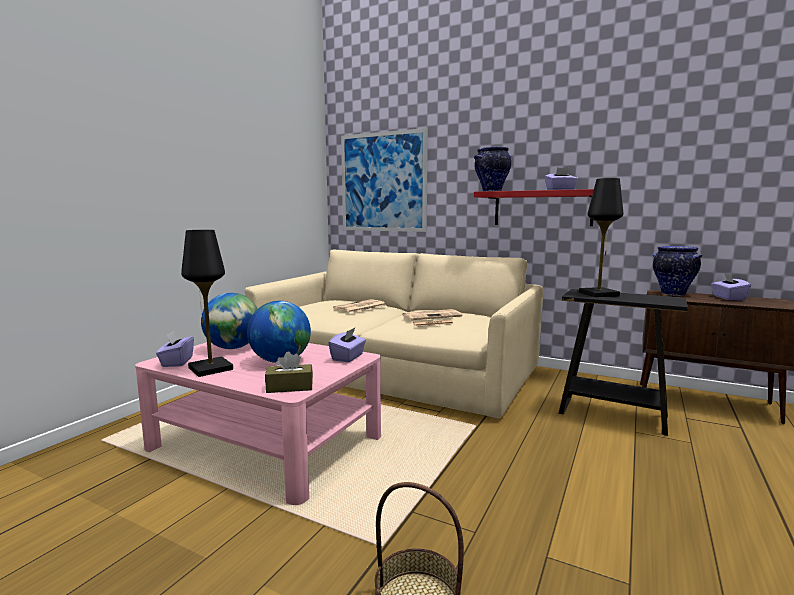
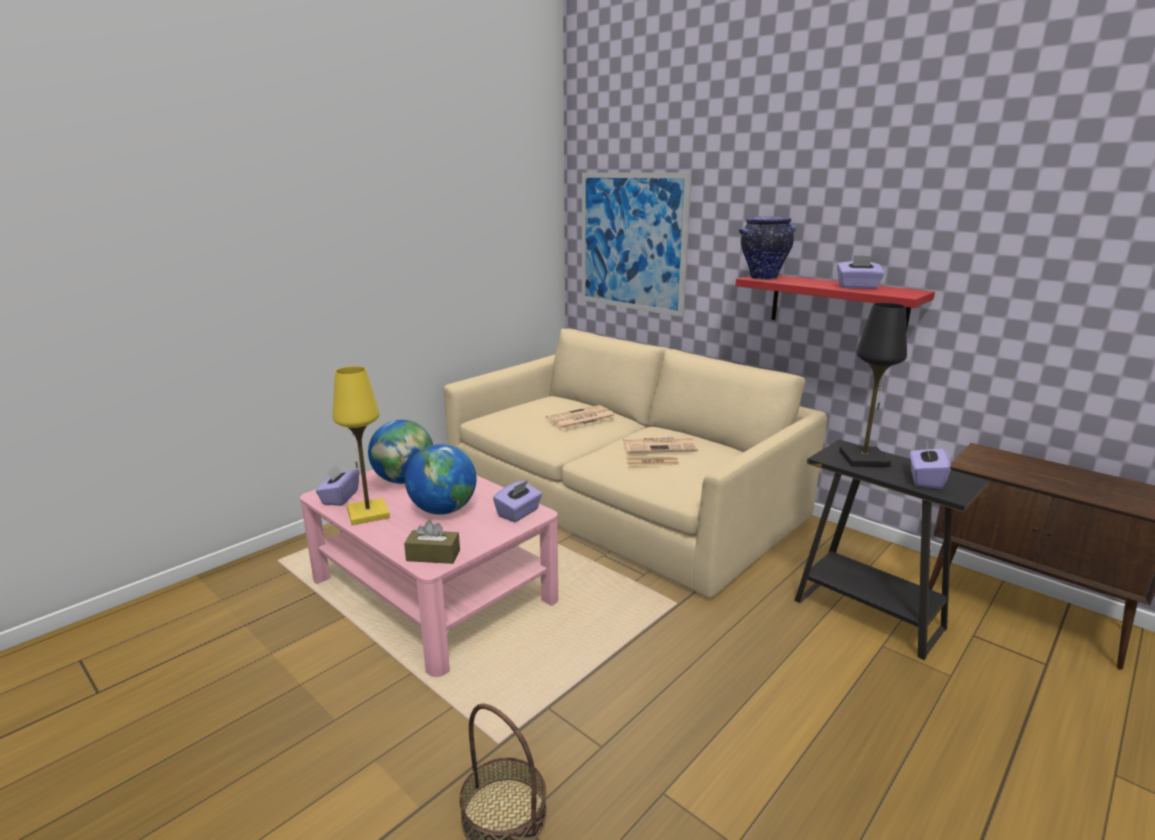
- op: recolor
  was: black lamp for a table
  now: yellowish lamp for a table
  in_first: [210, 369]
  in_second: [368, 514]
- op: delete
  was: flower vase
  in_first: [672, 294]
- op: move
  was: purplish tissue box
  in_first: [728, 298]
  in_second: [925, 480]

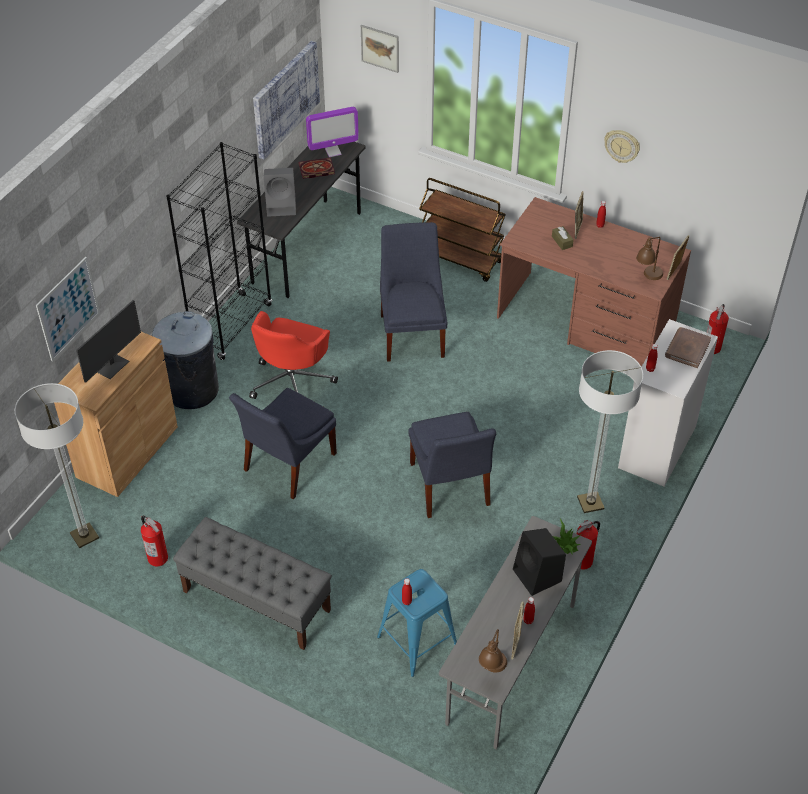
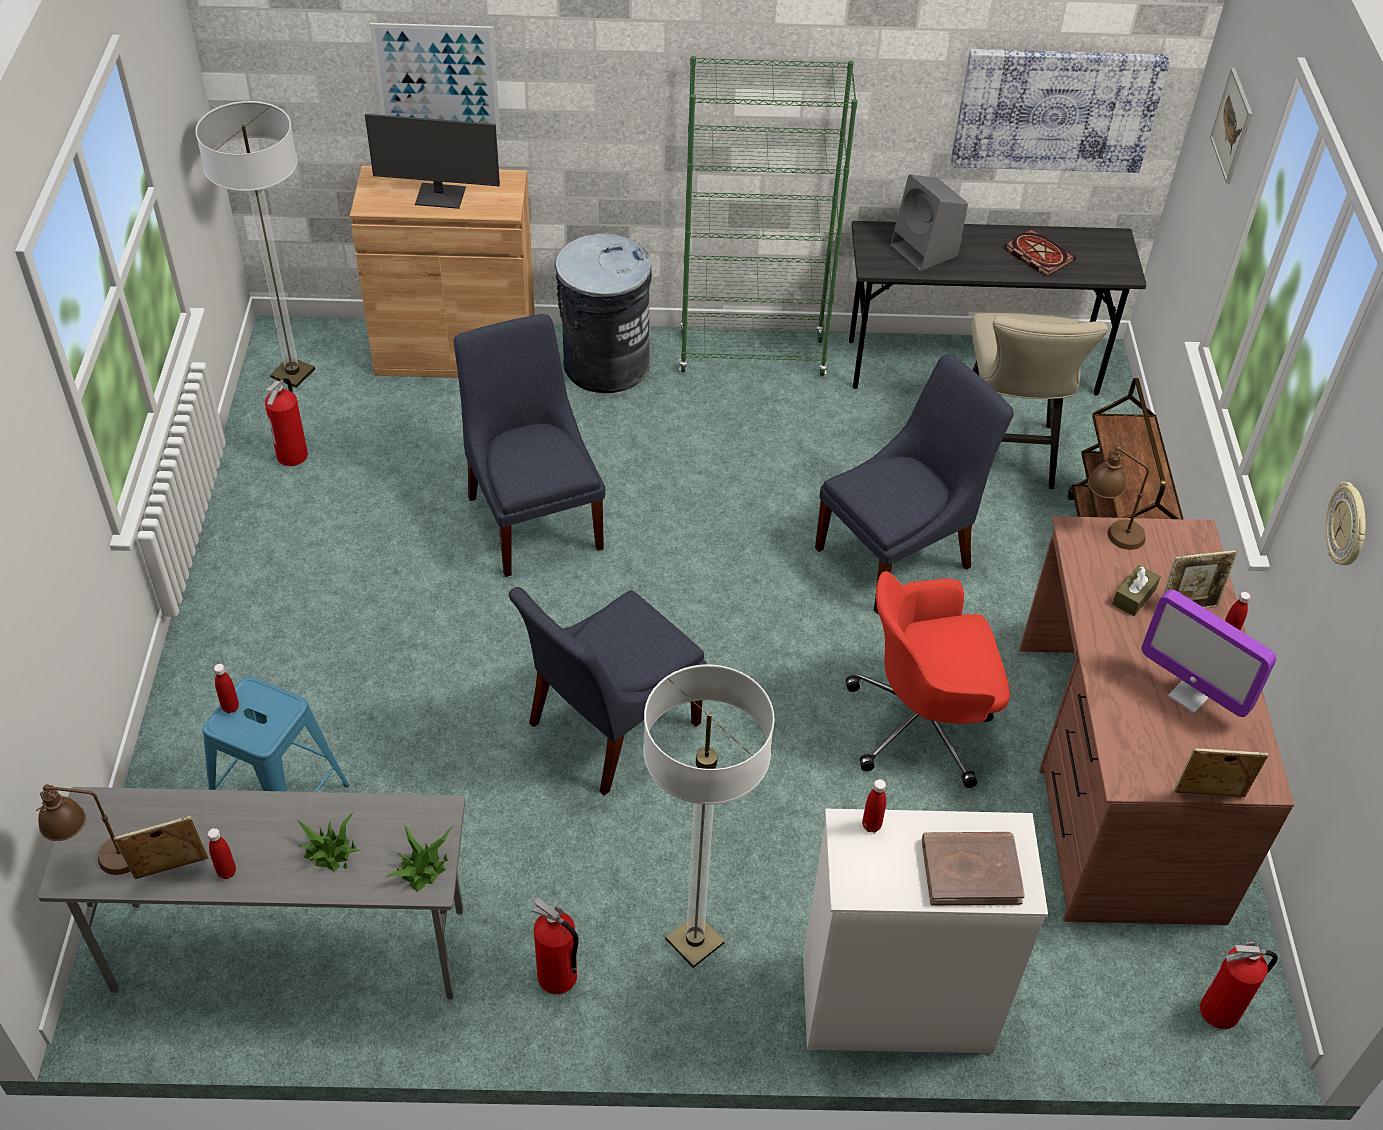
- op: recolor
  was: black bookcase
  now: green bookcase
  in_first: [232, 326]
  in_second: [752, 355]
- op: delete
  was: gray long seat
  in_first: [256, 600]
- op: rotate
  was: blue-coloured plain chair
  in_first: [287, 464]
  in_second: [534, 517]
  clockwise: 60
- op: move
  was: red-coloured computer chair
  in_first: [292, 381]
  in_second: [923, 724]
- op: move
  was: computer screen
  in_first: [333, 151]
  in_second: [1190, 695]
- op: replace
  was: black audio speaker
  now: potted plant
  in_first: [538, 576]
  in_second: [331, 852]
- op: move
  was: brown lamp for a table
  in_first: [647, 277]
  in_second: [1109, 531]
- op: insert
  now: beige-coloured stool seat
  in_second: [1004, 460]

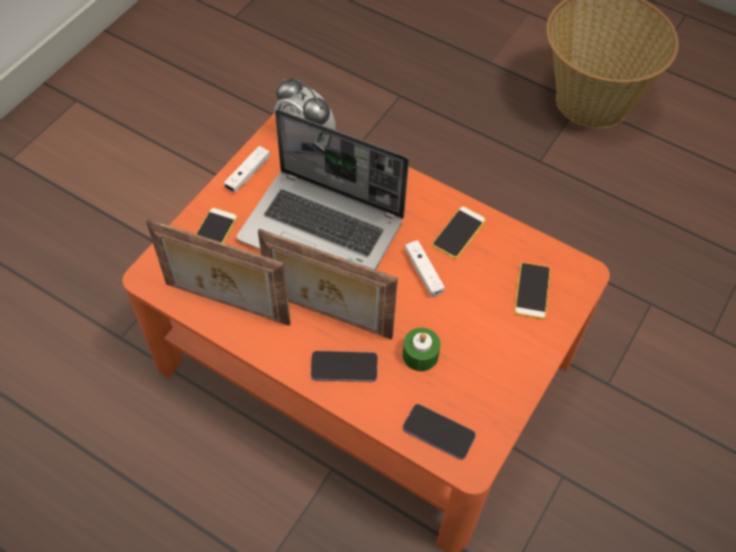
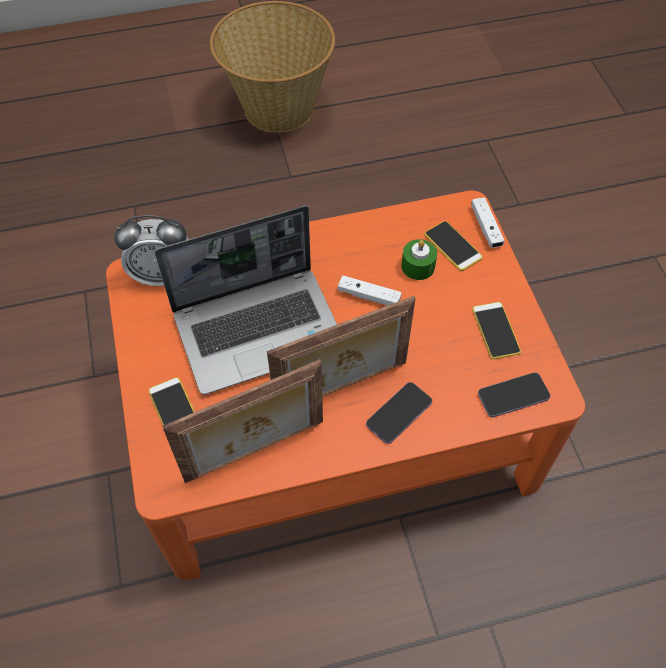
- op: move
  was: whitish gamepad
  in_first: [248, 174]
  in_second: [486, 227]
- op: move
  was: green candle
  in_first: [420, 355]
  in_second: [418, 266]
- op: move
  was: phone
  in_first: [458, 232]
  in_second: [495, 330]

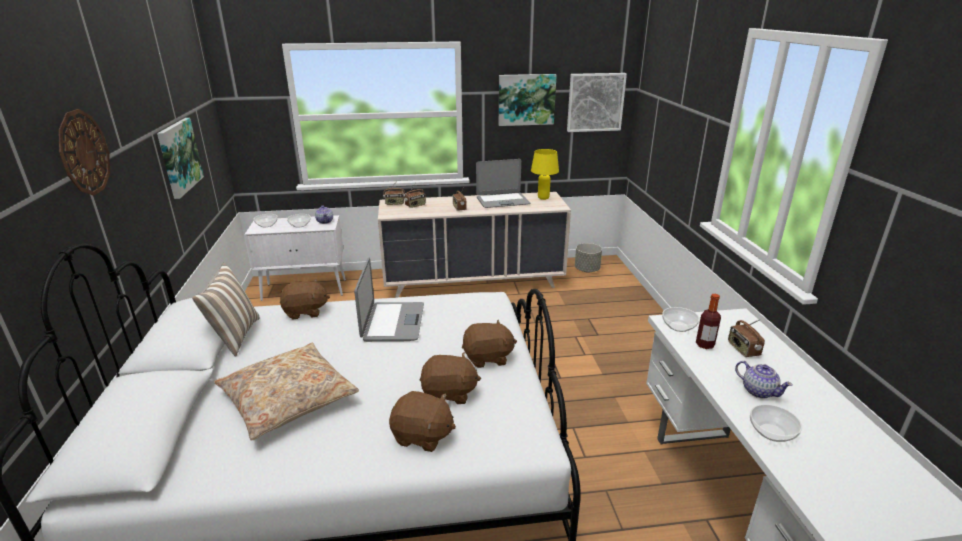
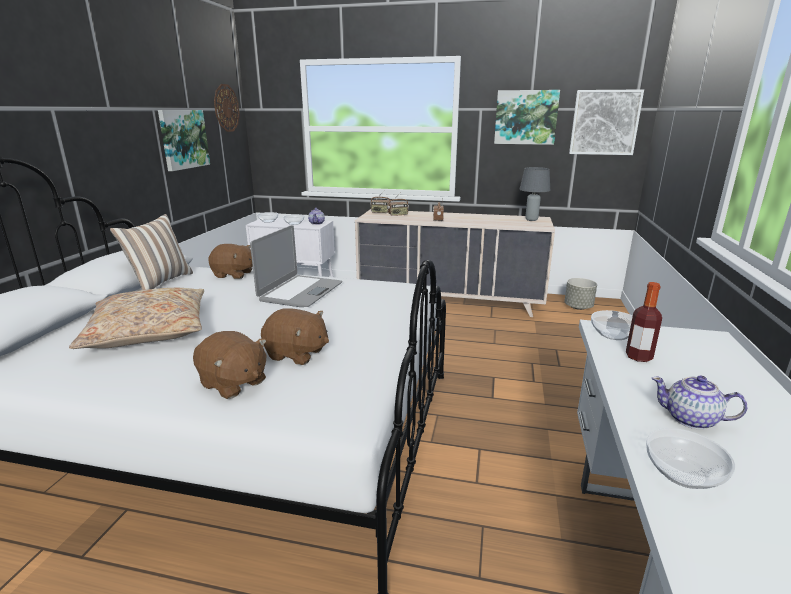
- op: move
  was: wall clock
  in_first: [84, 152]
  in_second: [226, 108]
- op: delete
  was: brown soft toy
  in_first: [488, 358]
- op: delete
  was: laptop
  in_first: [502, 201]
- op: recolor
  was: yellowish lamp for a table
  now: gray lamp for a table
  in_first: [543, 198]
  in_second: [531, 220]
- op: delete
  was: radio receiver
  in_first: [742, 349]
- op: rotate
  was: tea pot
  in_first: [758, 391]
  in_second: [691, 419]
  clockwise: 135

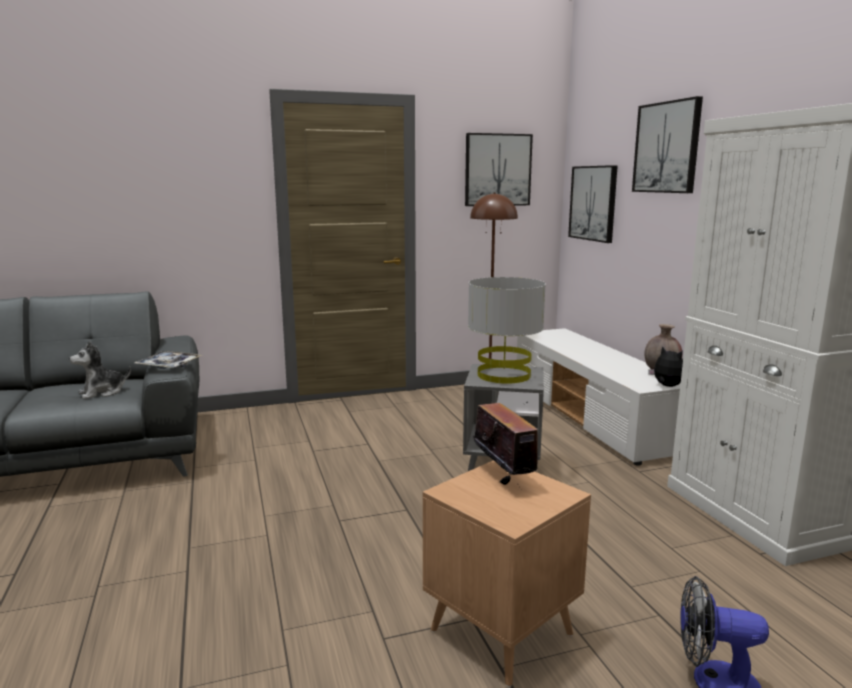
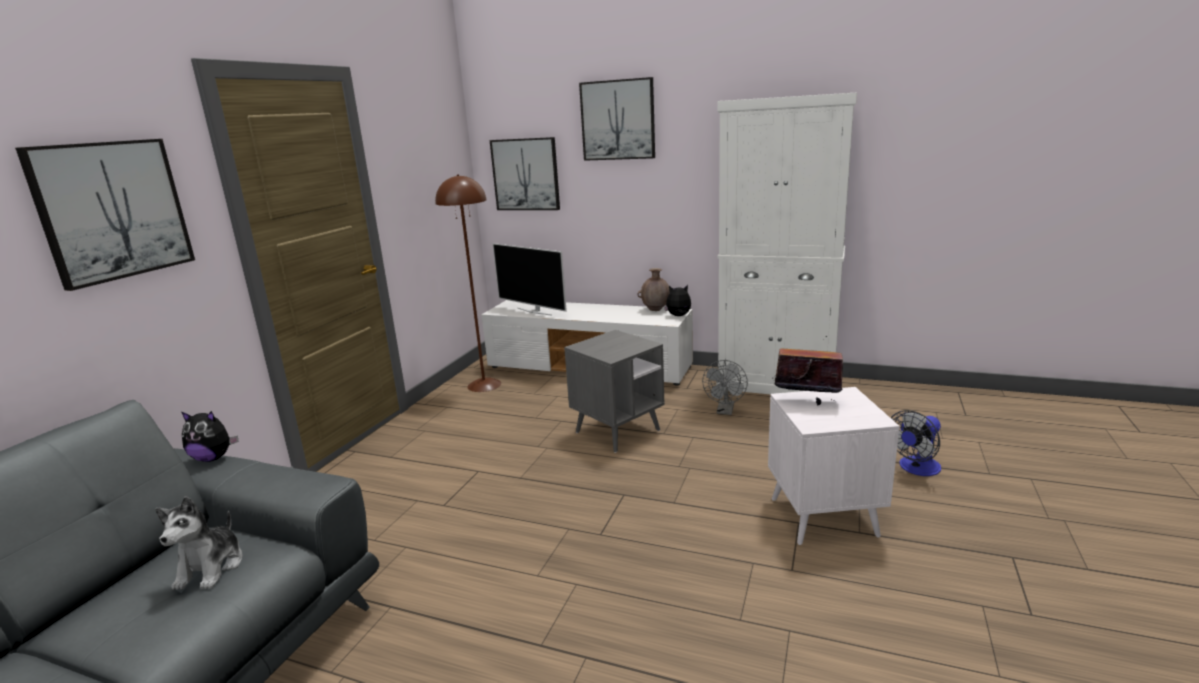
- op: delete
  was: tray
  in_first: [169, 365]
- op: recolor
  was: brown side table
  now: whitish side table
  in_first: [501, 632]
  in_second: [823, 517]
- op: move
  was: wall picture
  in_first: [497, 170]
  in_second: [112, 210]
- op: delete
  was: gray lamp for a table
  in_first: [503, 375]
- op: insert
  now: soft toy
  in_second: [213, 458]
- op: insert
  now: TV
  in_second: [534, 311]
- op: insert
  now: gray cooling fan
  in_second: [725, 411]

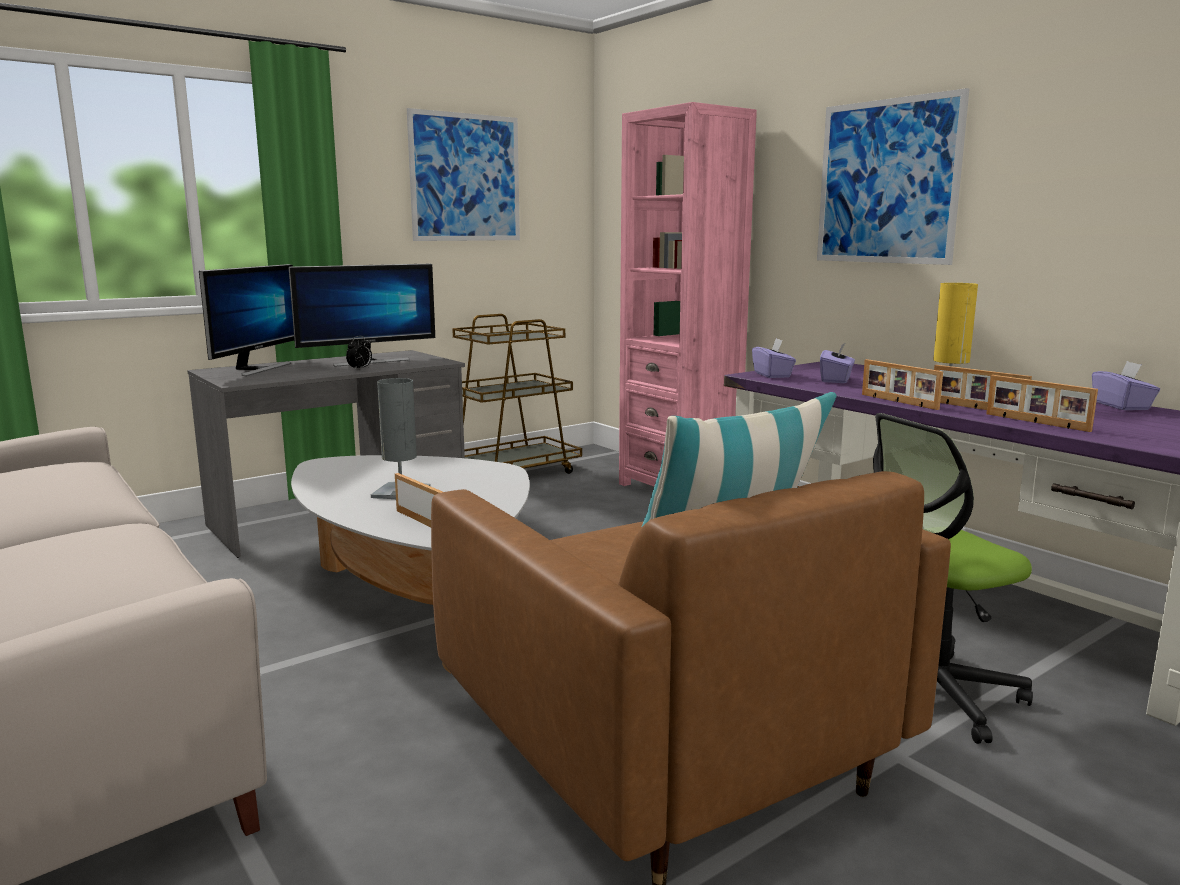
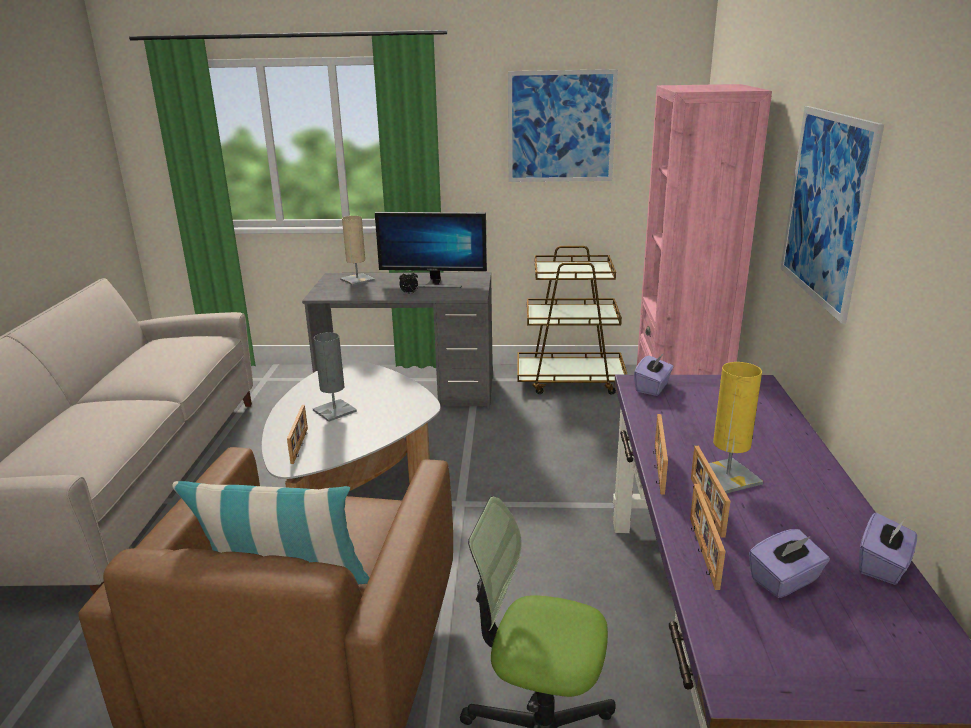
- op: replace
  was: computer screen
  now: beige-coloured lamp for a table
  in_first: [256, 369]
  in_second: [357, 280]
- op: move
  was: purplish tissue box
  in_first: [836, 380]
  in_second: [785, 580]

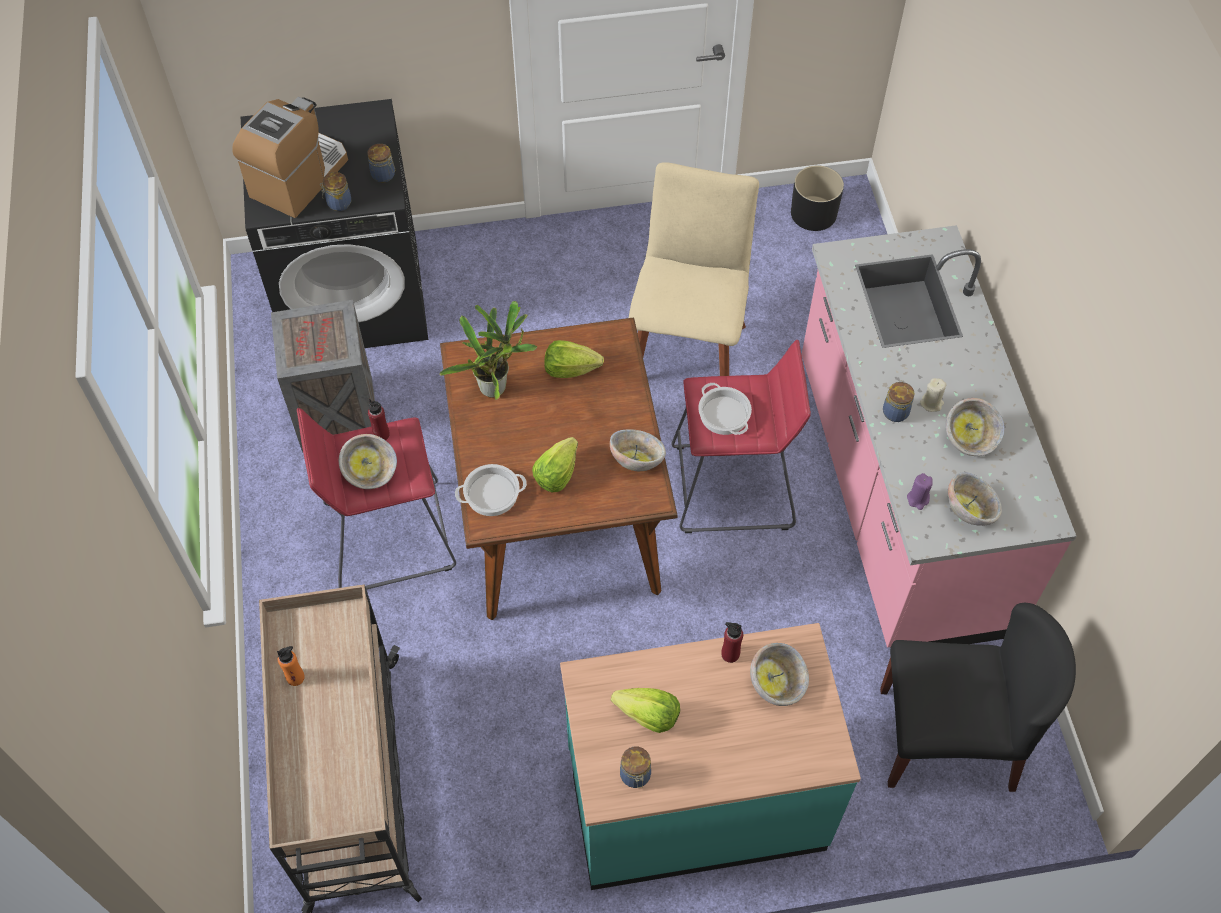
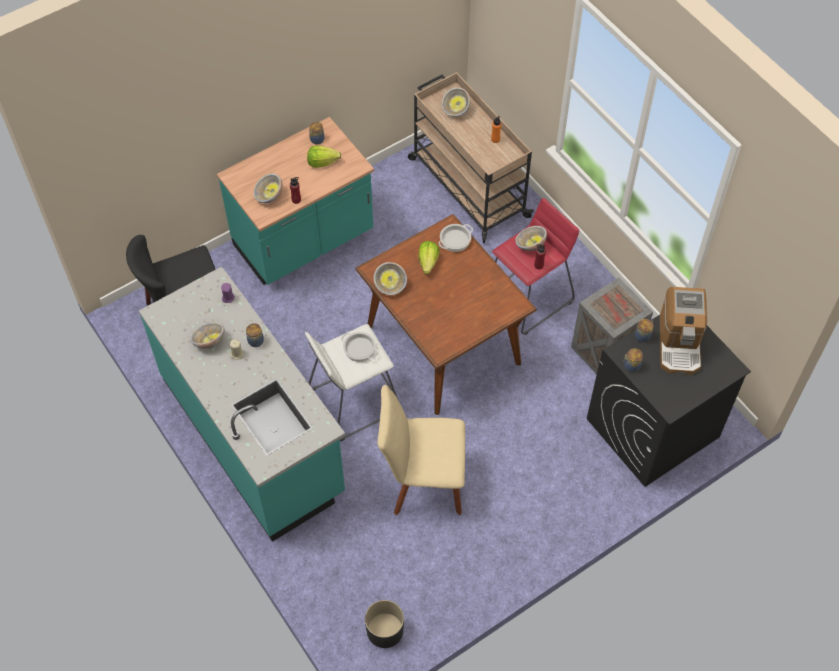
- op: delete
  was: potted plant
  in_first: [496, 386]
- op: delete
  was: lettuce head
  in_first: [570, 369]
- op: rotate
  was: beige-coloured plain chair
  in_first: [688, 347]
  in_second: [423, 481]
  clockwise: 105
- op: recolor
  was: red-coloured stool seat
  now: whitish stool seat
  in_first: [732, 486]
  in_second: [353, 401]
- op: recolor
  was: pinkish kitchen base unit
  now: turquoise kitchen base unit
  in_first: [897, 495]
  in_second: [254, 435]
- op: move
  was: serving bowl
  in_first: [969, 509]
  in_second: [456, 110]

